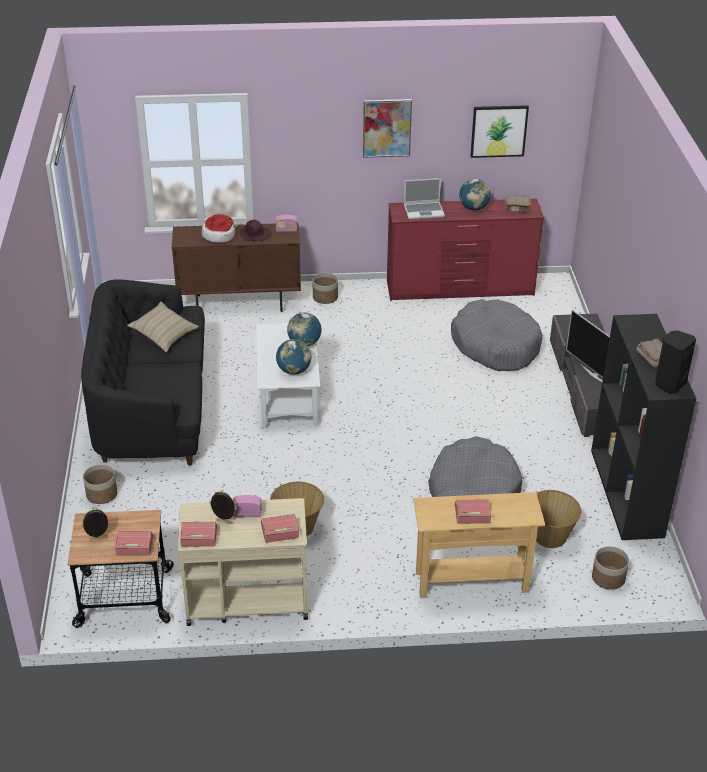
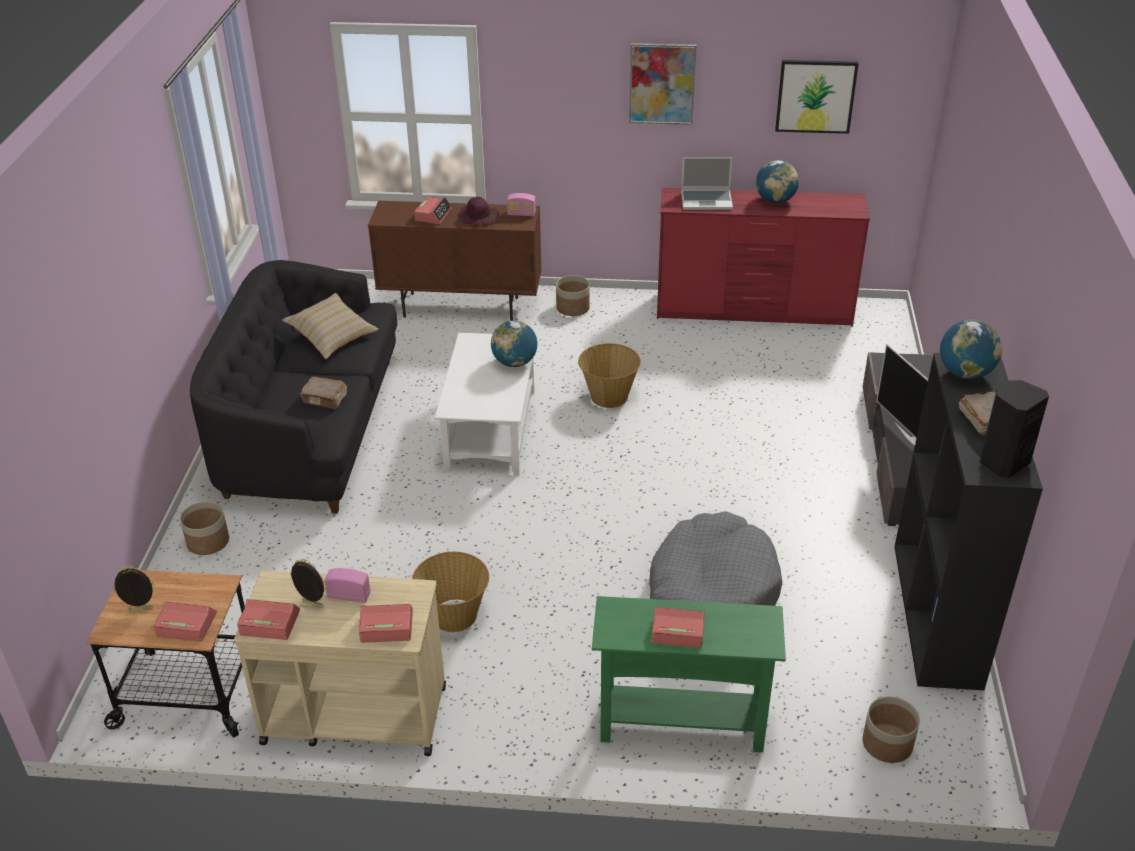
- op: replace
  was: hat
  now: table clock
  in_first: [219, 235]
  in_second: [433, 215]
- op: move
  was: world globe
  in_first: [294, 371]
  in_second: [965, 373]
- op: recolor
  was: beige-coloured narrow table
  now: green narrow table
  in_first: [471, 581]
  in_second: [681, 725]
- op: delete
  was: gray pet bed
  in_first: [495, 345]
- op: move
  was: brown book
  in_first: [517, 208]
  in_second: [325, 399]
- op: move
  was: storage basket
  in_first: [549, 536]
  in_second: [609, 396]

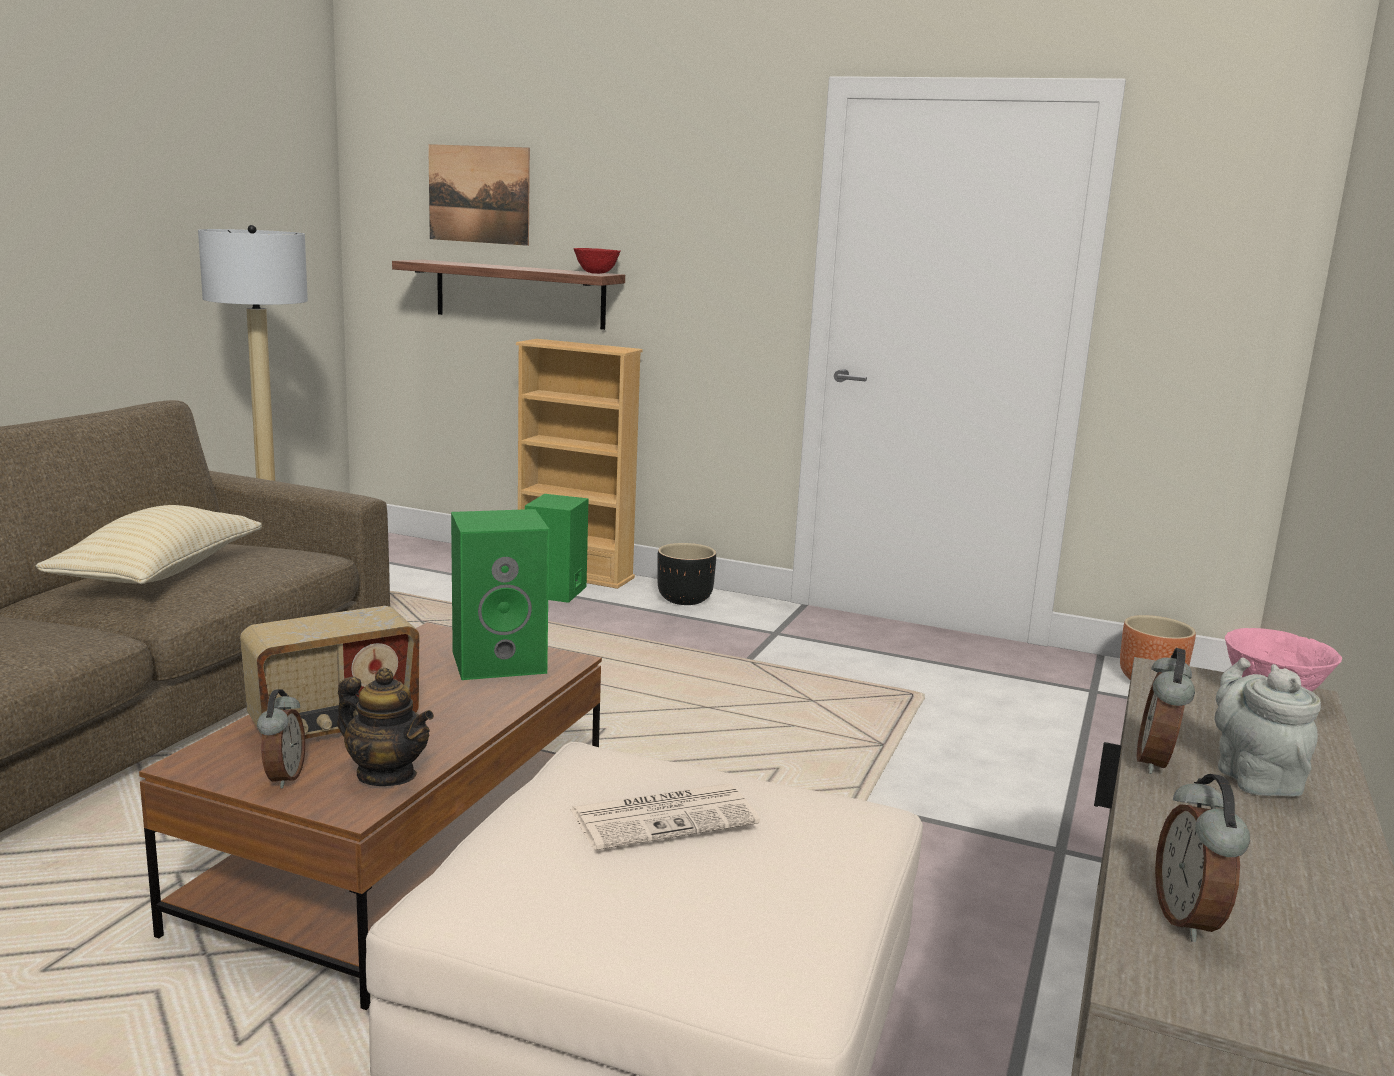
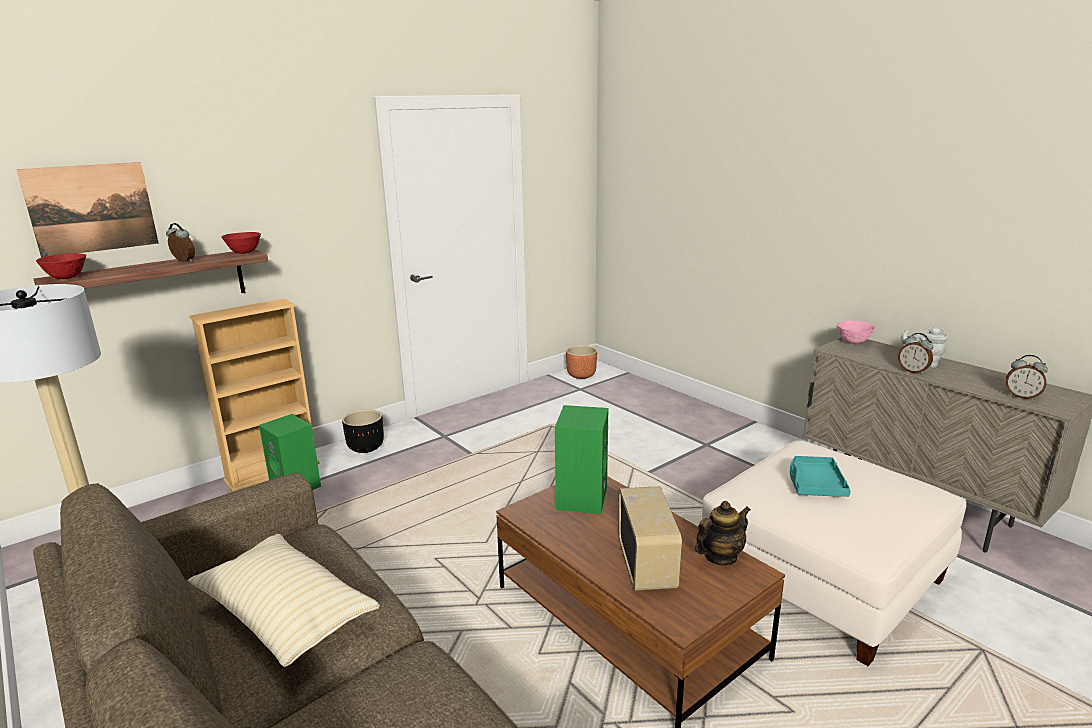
- op: move
  was: table clock
  in_first: [283, 777]
  in_second: [183, 261]
- op: replace
  was: newspaper
  now: turquoise tray
  in_first: [665, 817]
  in_second: [814, 484]
- op: insert
  now: red-coloured serving bowl
  in_second: [67, 278]

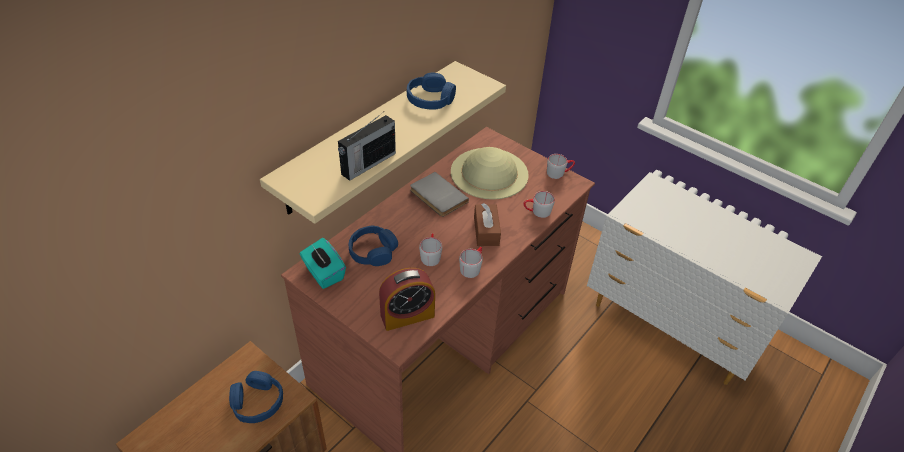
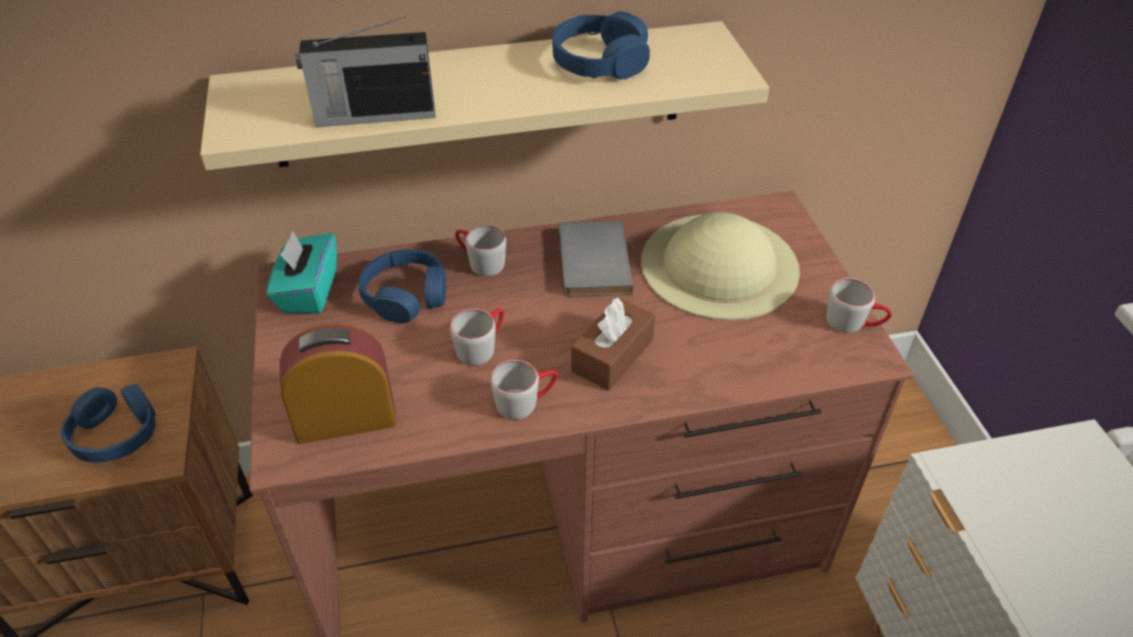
- op: rotate
  was: table clock
  in_first: [407, 315]
  in_second: [346, 419]
  clockwise: 150
- op: move
  was: gray tea mug
  in_first: [537, 212]
  in_second: [480, 262]

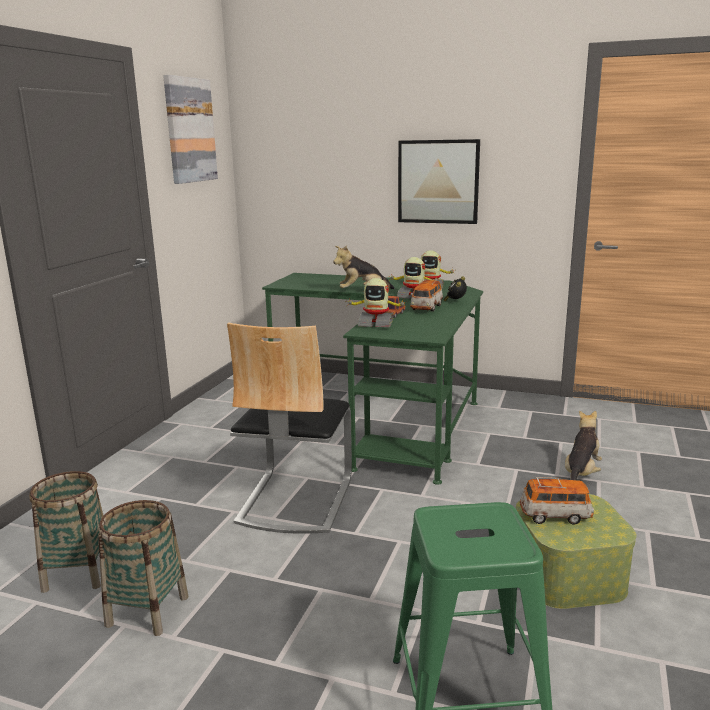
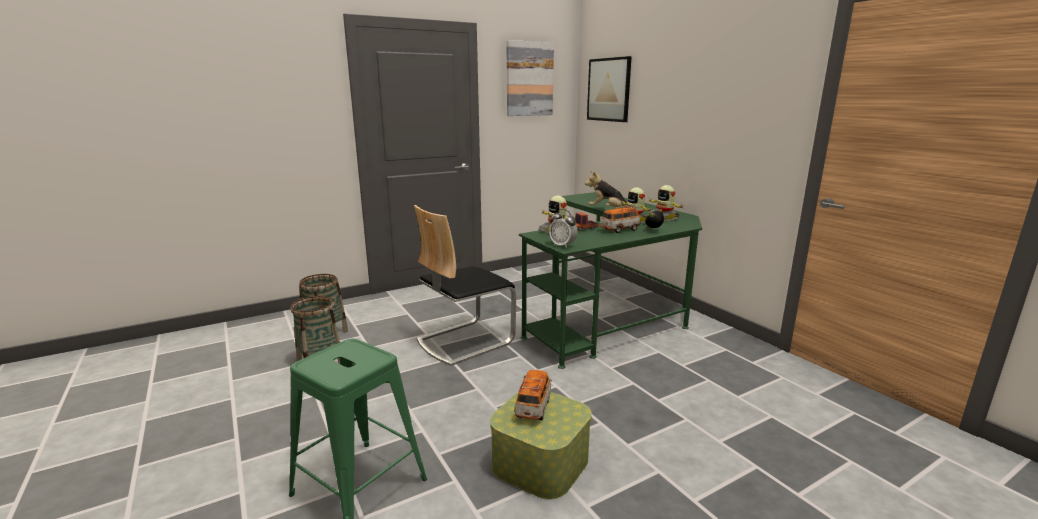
- op: move
  was: wall picture
  in_first: [438, 182]
  in_second: [609, 90]
- op: rotate
  was: toy car
  in_first: [555, 516]
  in_second: [533, 407]
  clockwise: -120
- op: delete
  was: soft toy
  in_first: [581, 474]
- op: insert
  now: table clock
  in_second: [562, 245]

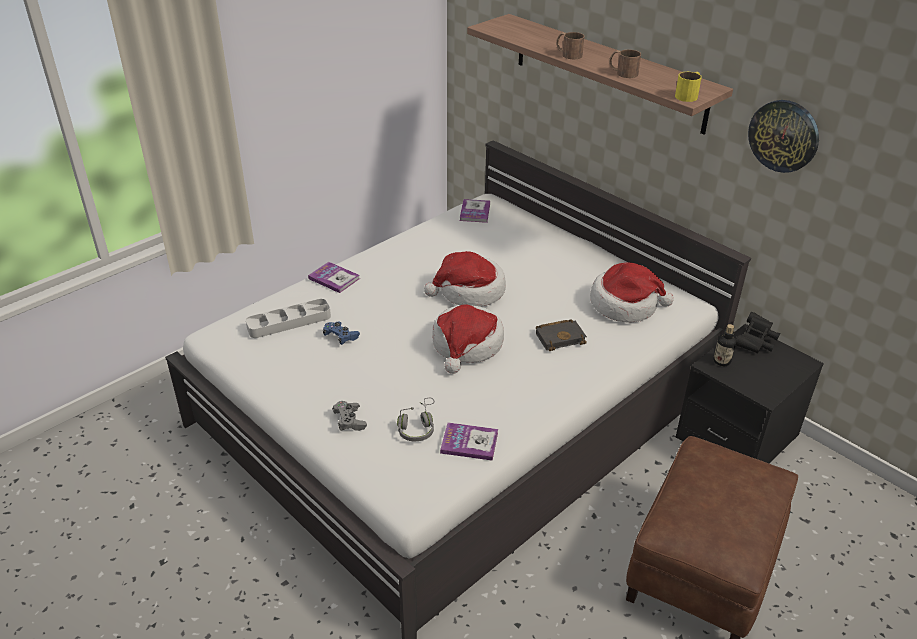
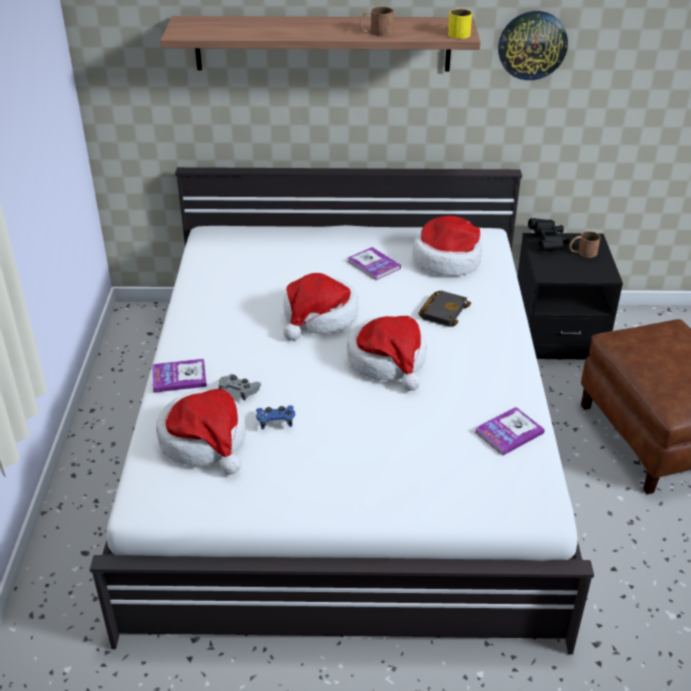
- op: replace
  was: gray tray
  now: hat
  in_first: [289, 322]
  in_second: [205, 441]
- op: move
  was: gray gamepad
  in_first: [349, 421]
  in_second: [239, 391]
- op: delete
  was: gray headphones
  in_first: [417, 426]
- op: move
  was: book
  in_first: [475, 212]
  in_second: [373, 265]
- op: move
  was: brown tea mug
  in_first: [568, 54]
  in_second: [582, 252]
- op: delete
  was: bottle
  in_first: [721, 361]

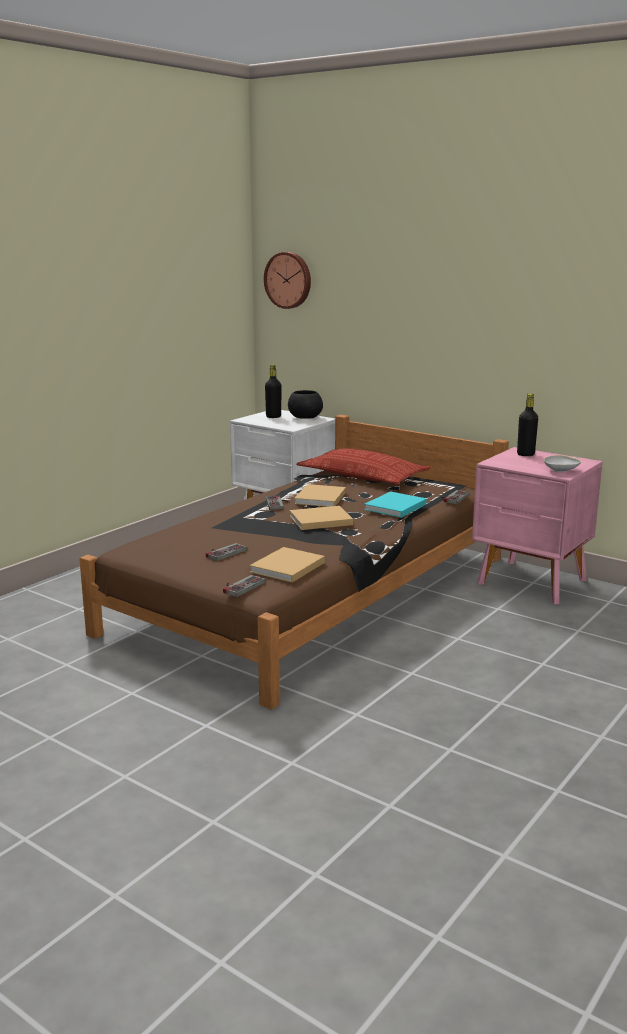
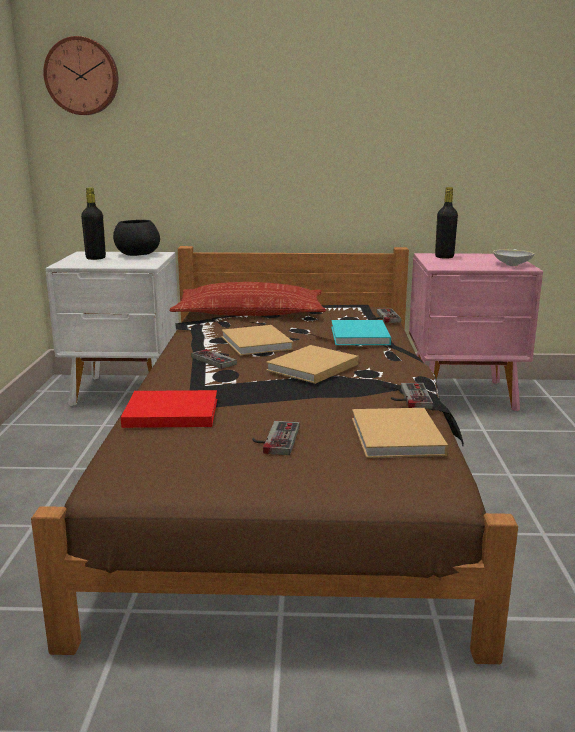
- op: move
  was: gamepad
  in_first: [240, 586]
  in_second: [409, 397]
- op: insert
  now: red-coloured book
  in_second: [168, 413]

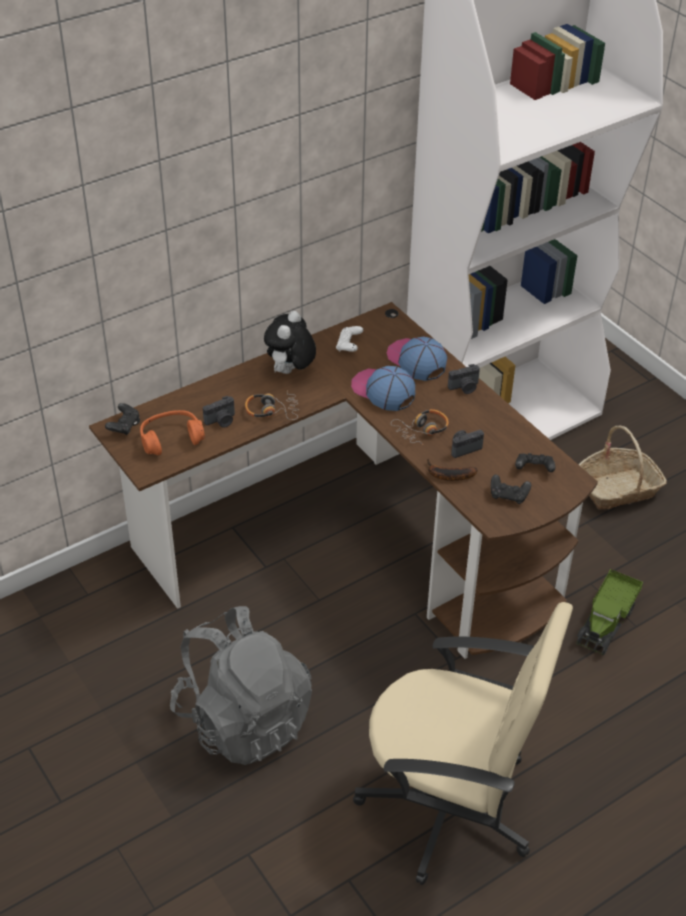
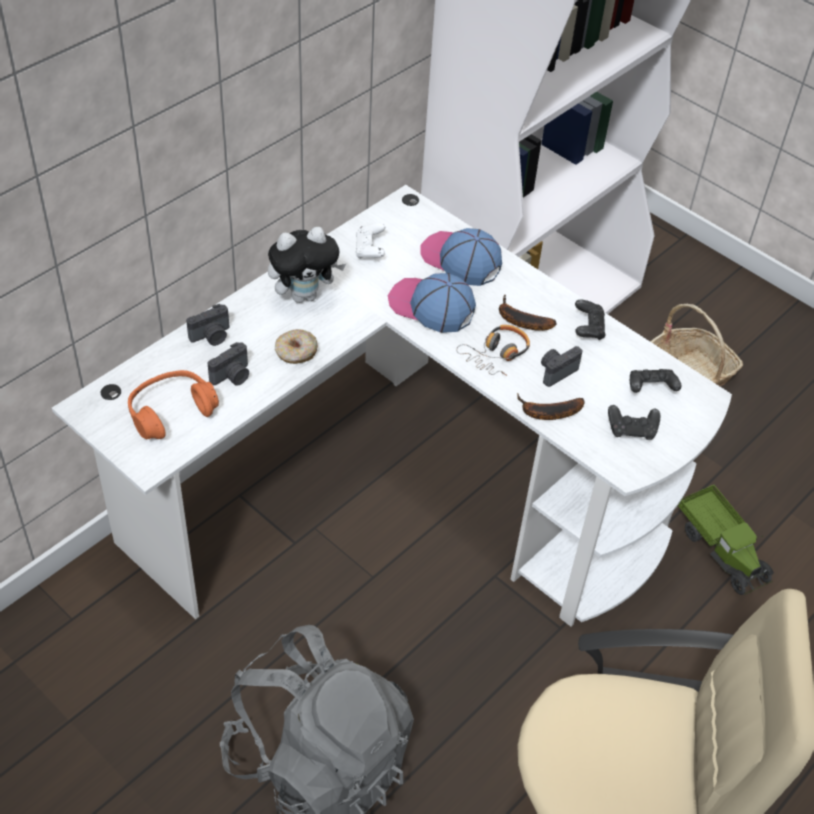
- op: recolor
  was: brown desk
  now: whitish desk
  in_first: [358, 541]
  in_second: [401, 490]
- op: move
  was: black gamepad
  in_first: [124, 426]
  in_second: [588, 328]
- op: replace
  was: headphones
  now: doughnut
  in_first: [272, 410]
  in_second: [296, 352]
- op: rotate
  was: soft toy
  in_first: [290, 372]
  in_second: [304, 295]
  clockwise: -120
- op: move
  was: photo camera
  in_first: [464, 388]
  in_second: [211, 336]
- op: rotate
  was: toy lorry
  in_first: [606, 622]
  in_second: [721, 550]
  clockwise: -45
- op: insert
  now: banana
  in_second: [520, 320]

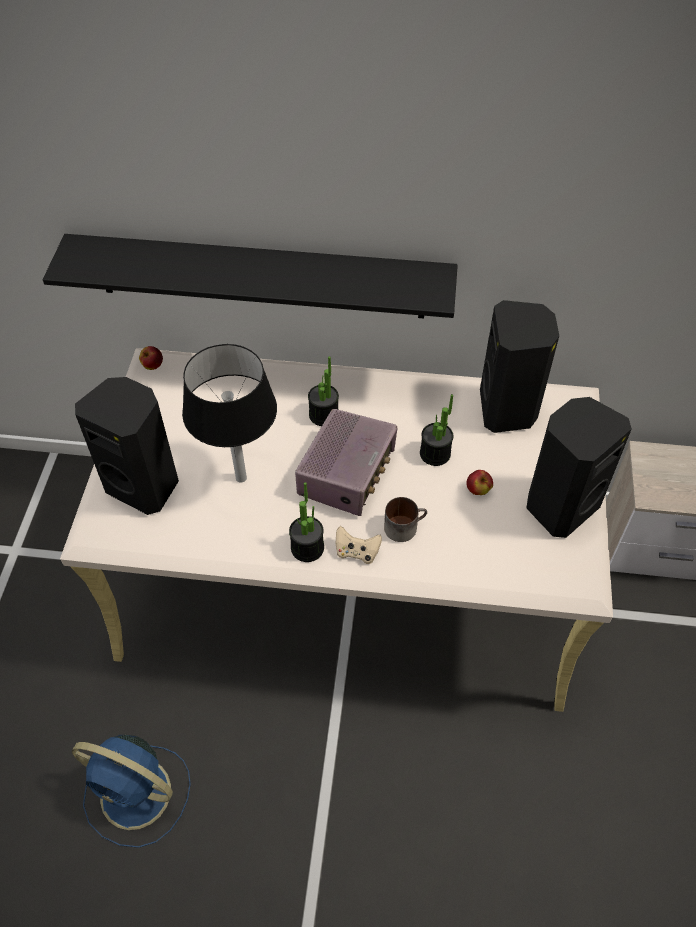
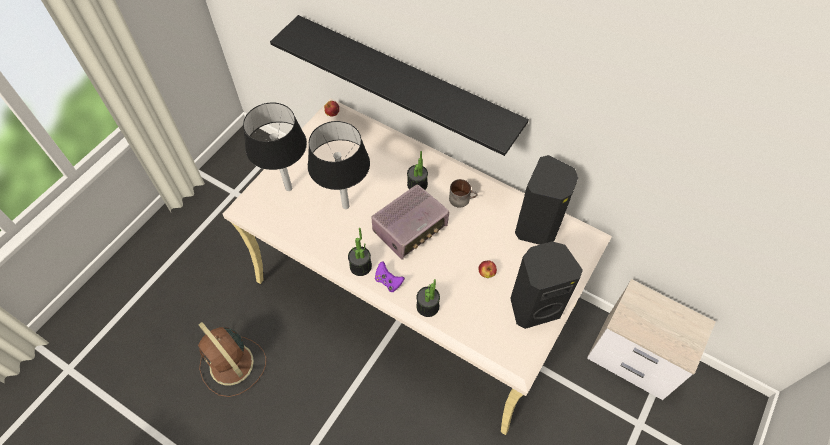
- op: recolor
  was: blue-coloured cooling fan
  now: brown cooling fan
  in_first: [139, 794]
  in_second: [233, 365]
- op: replace
  was: black audio speaker
  now: black lamp for a table
  in_first: [145, 485]
  in_second: [289, 188]
- op: recolor
  was: beige-coloured gamepad
  now: purplish gamepad
  in_first: [357, 552]
  in_second: [388, 281]
- op: move
  was: tea mug
  in_first: [404, 526]
  in_second: [462, 198]
- op: move
  was: potted plant
  in_first: [435, 453]
  in_second: [427, 306]

